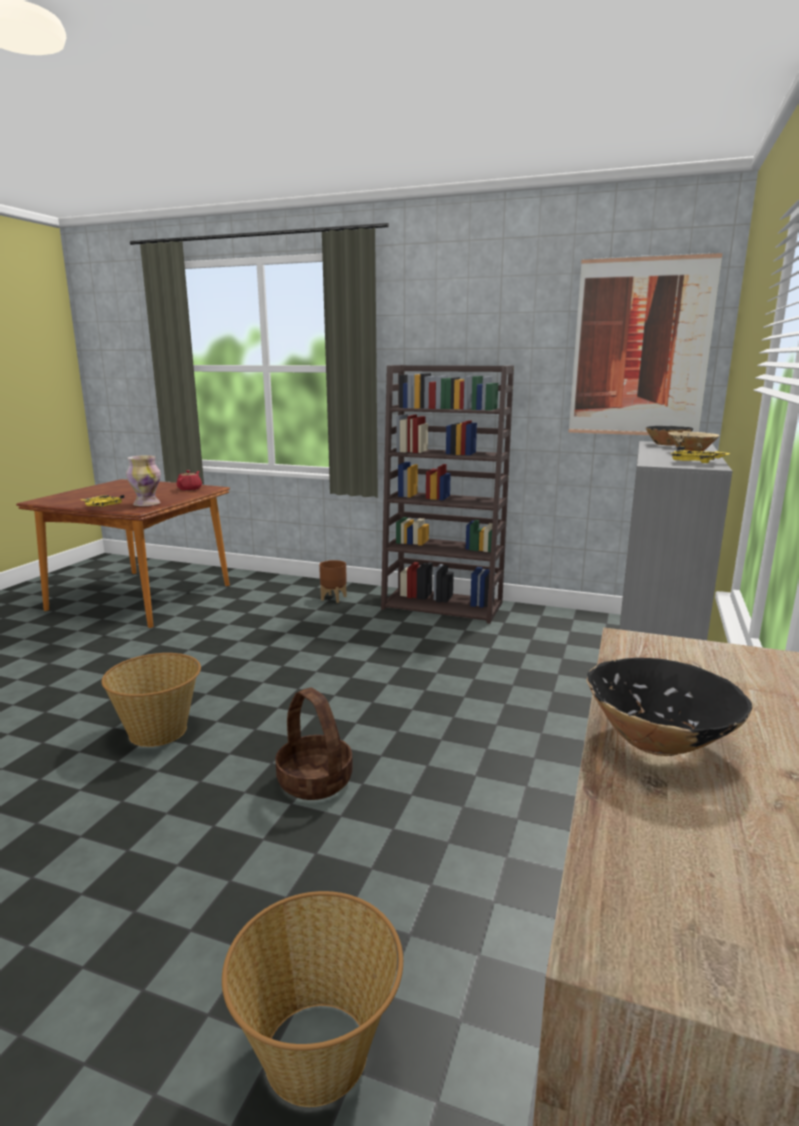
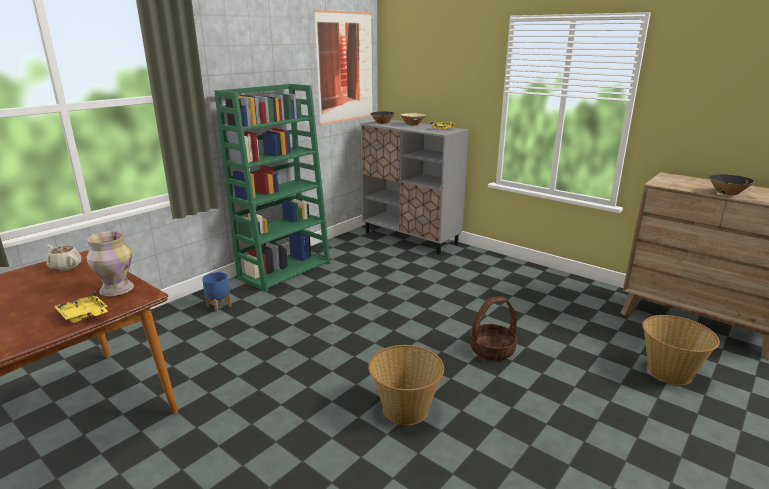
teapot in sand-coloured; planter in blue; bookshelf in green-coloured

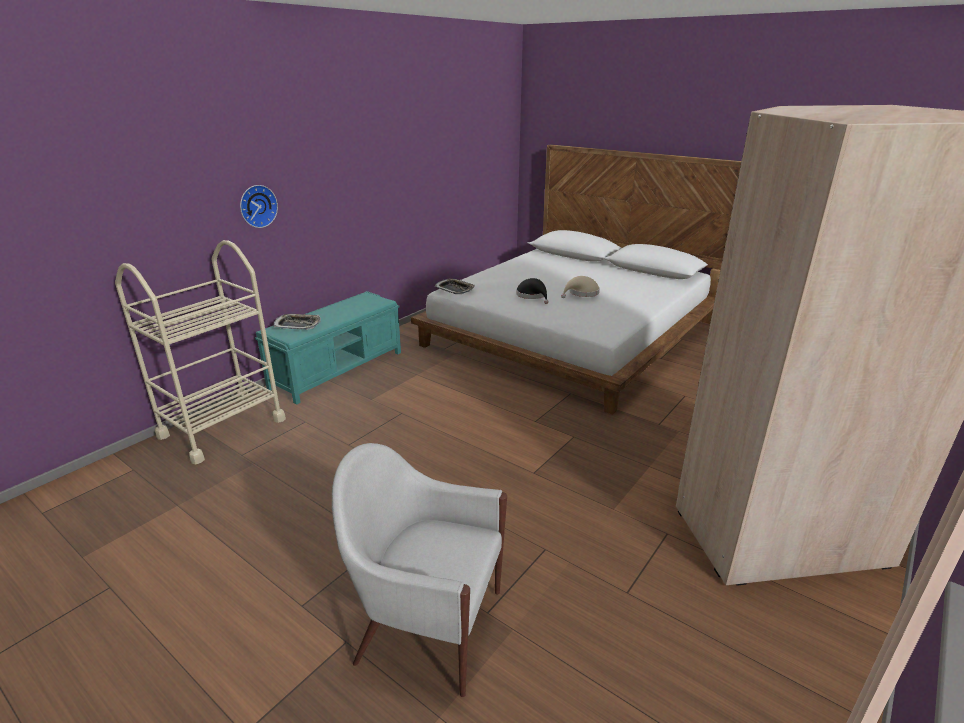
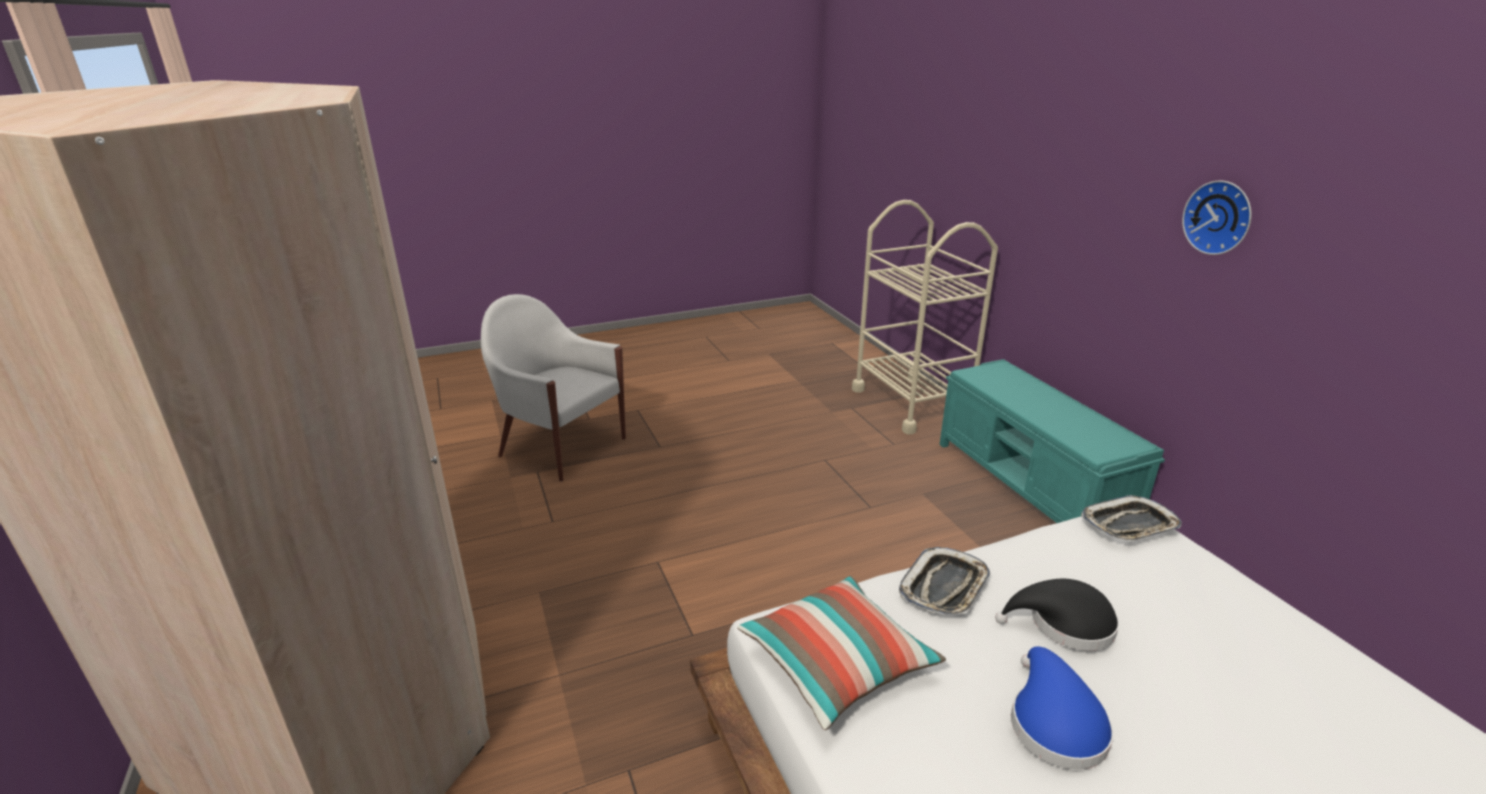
clock on the wall; carrying tray (1st from left); armchair in whitish; hat in blue; cushion

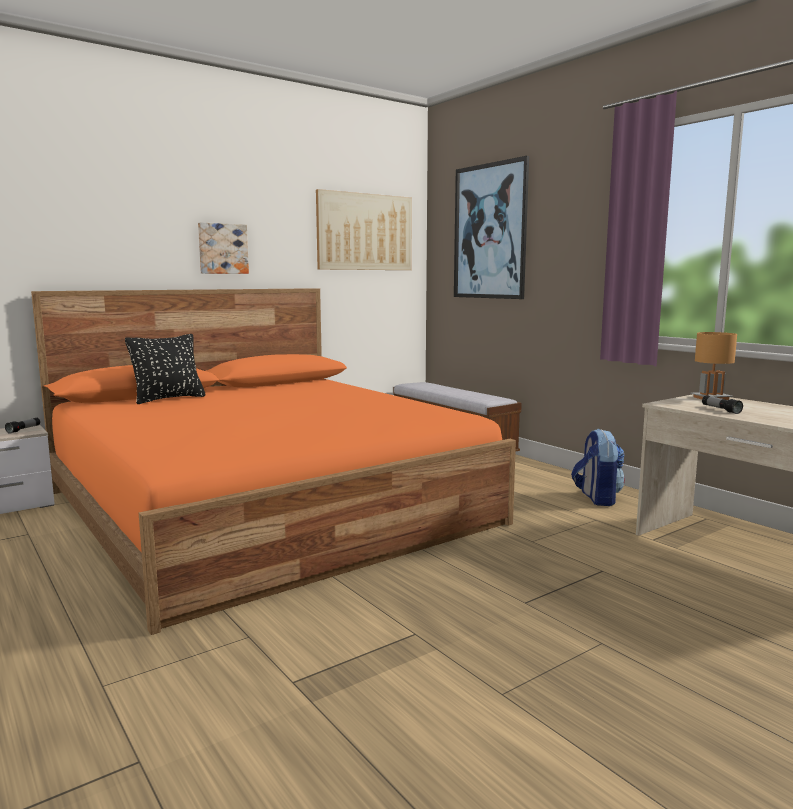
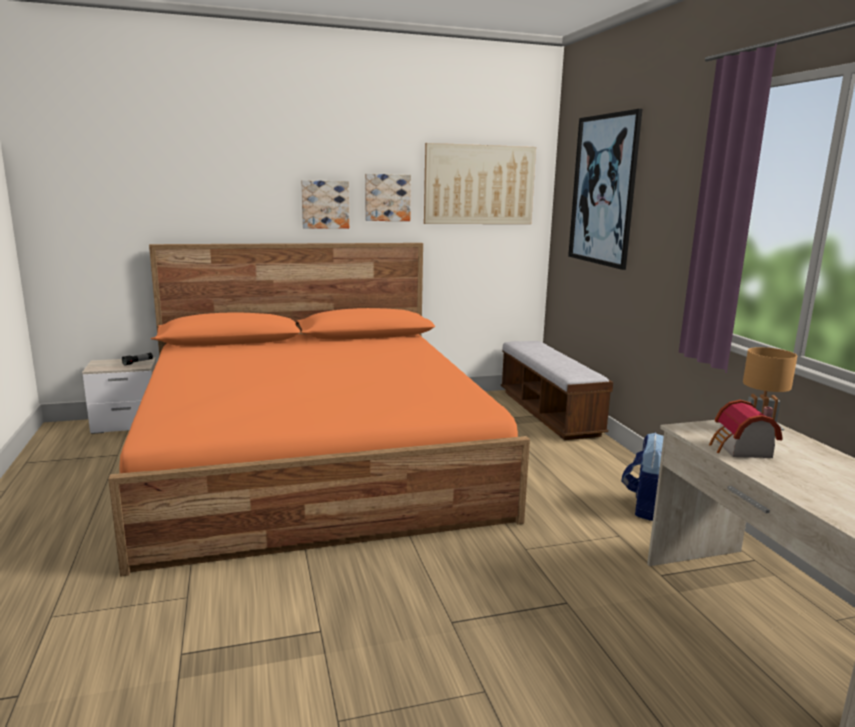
cushion in blackish; toy house; picture (2nd from left)

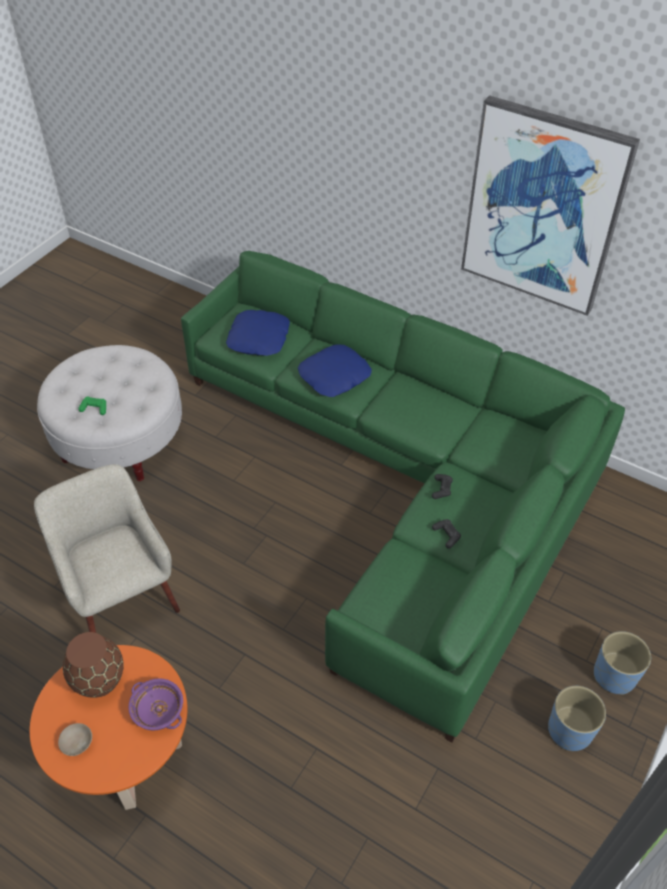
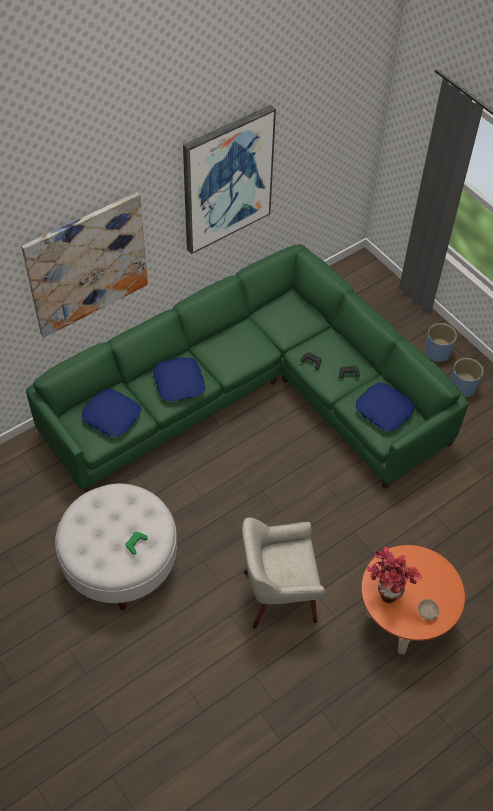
houseplant; deep dish in purplish; picture (1st from left); cushion in blue (3rd from left)

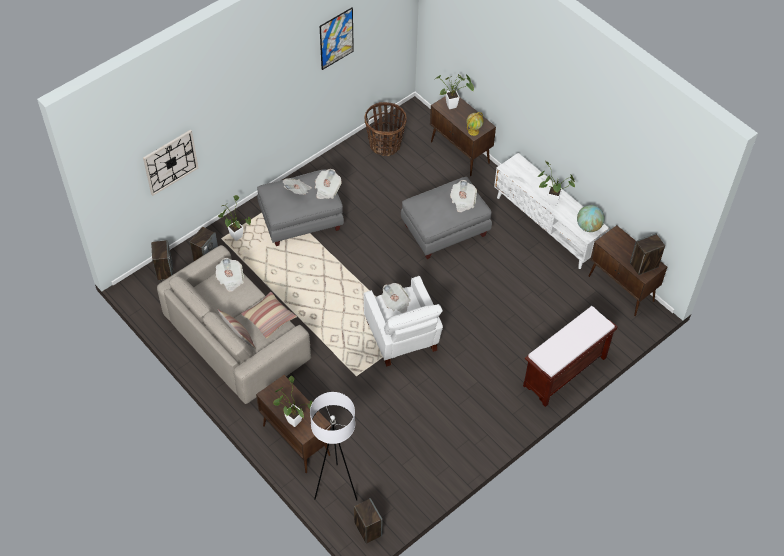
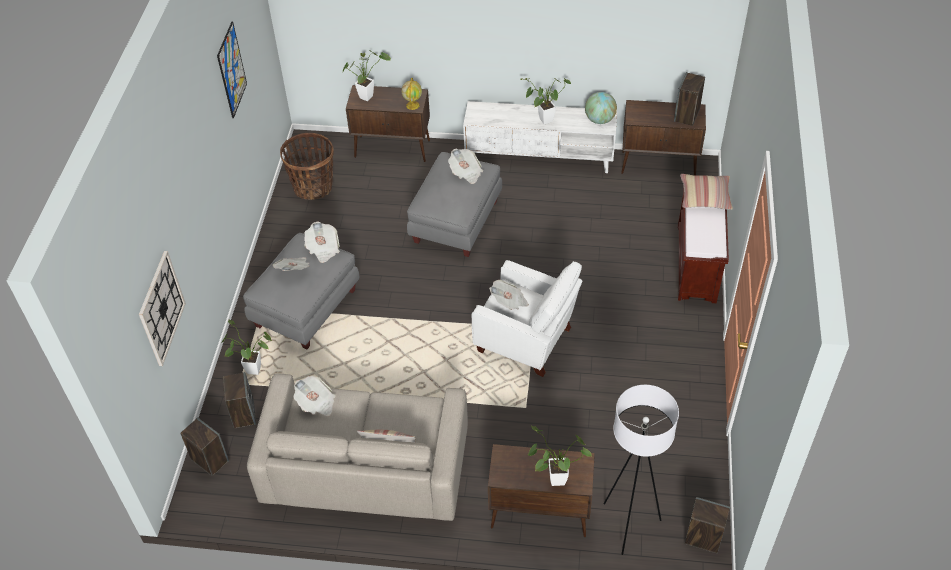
cushion (2nd from left)

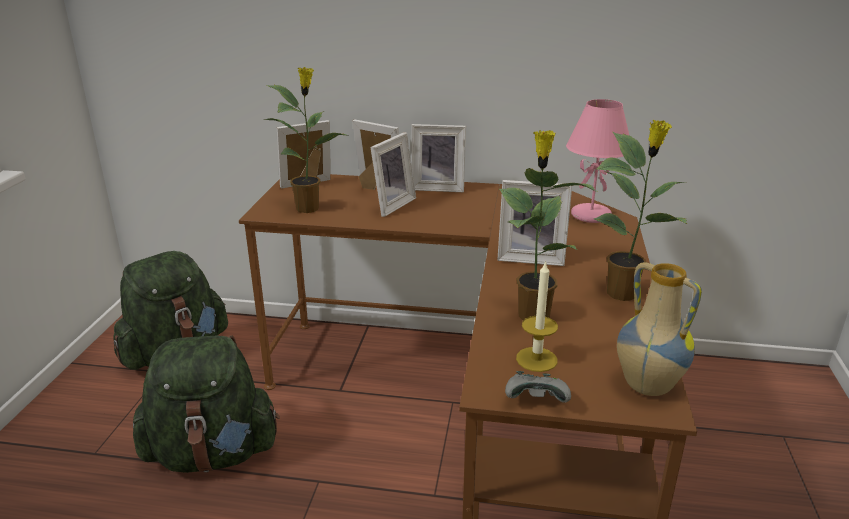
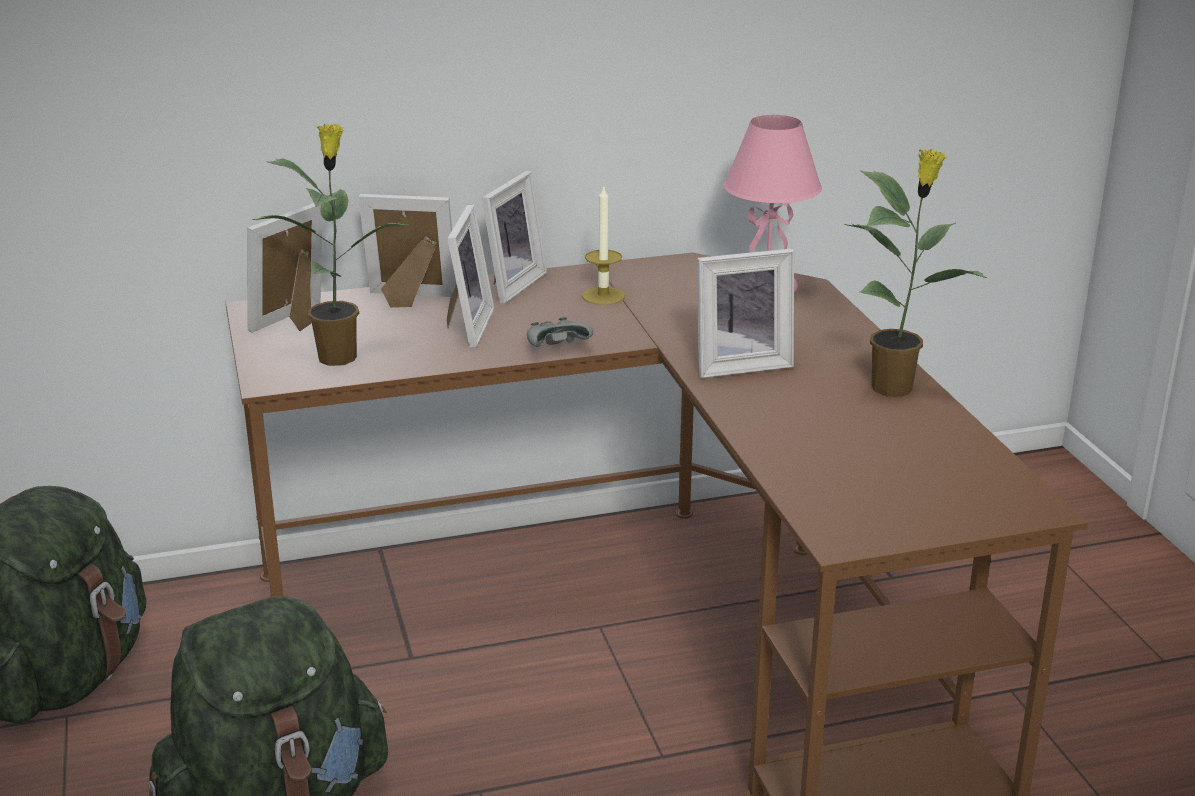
photo frame (4th from left); houseplant (2nd from left in the first image); game controller in gray; wax light; decorative vase

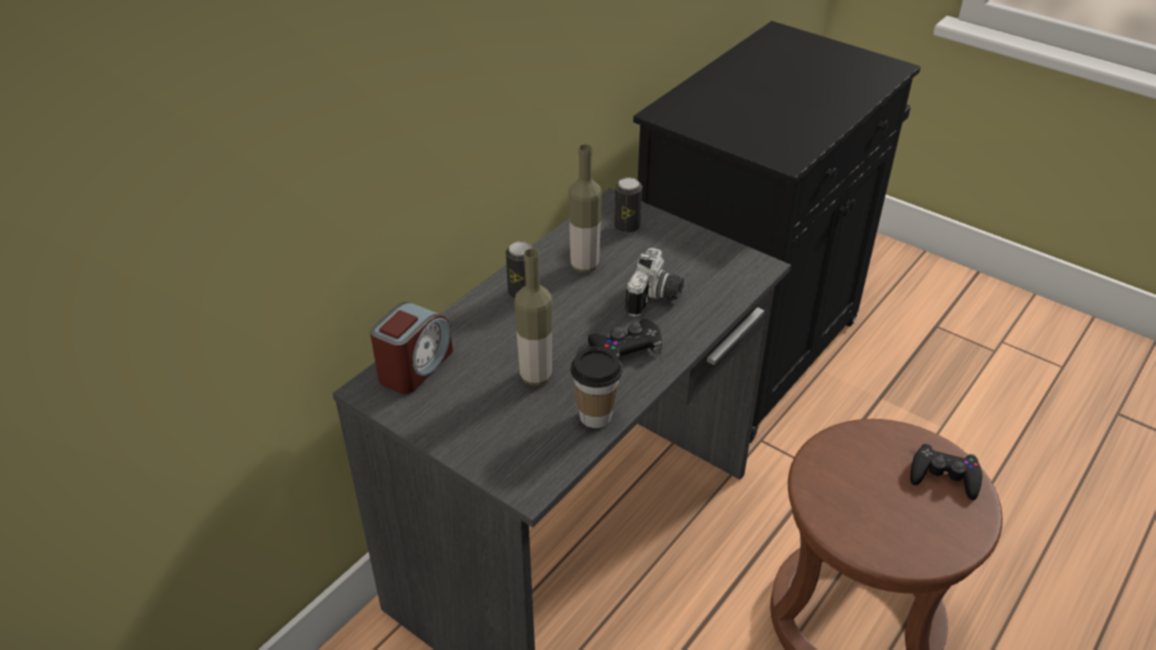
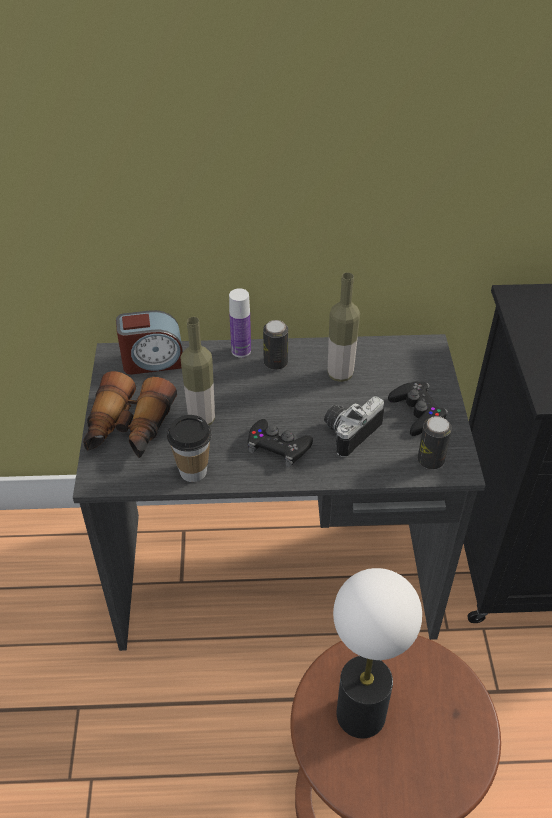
metal can (2nd from left); photo camera; game controller in blackish (2nd from left); binoculars; bottle (2nd from left); table lamp

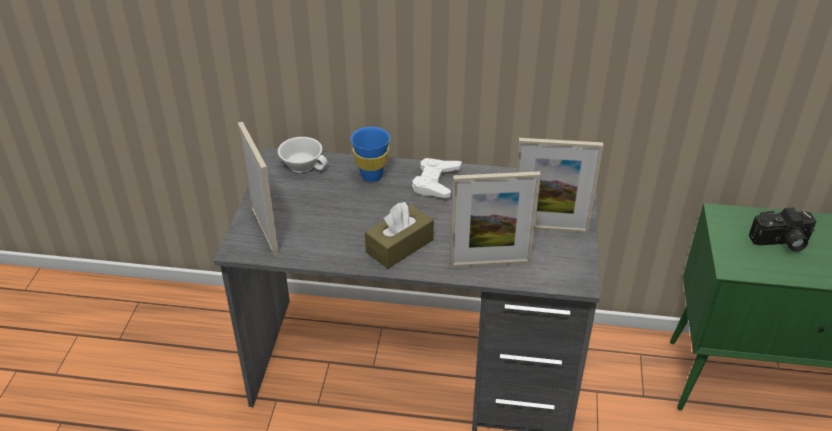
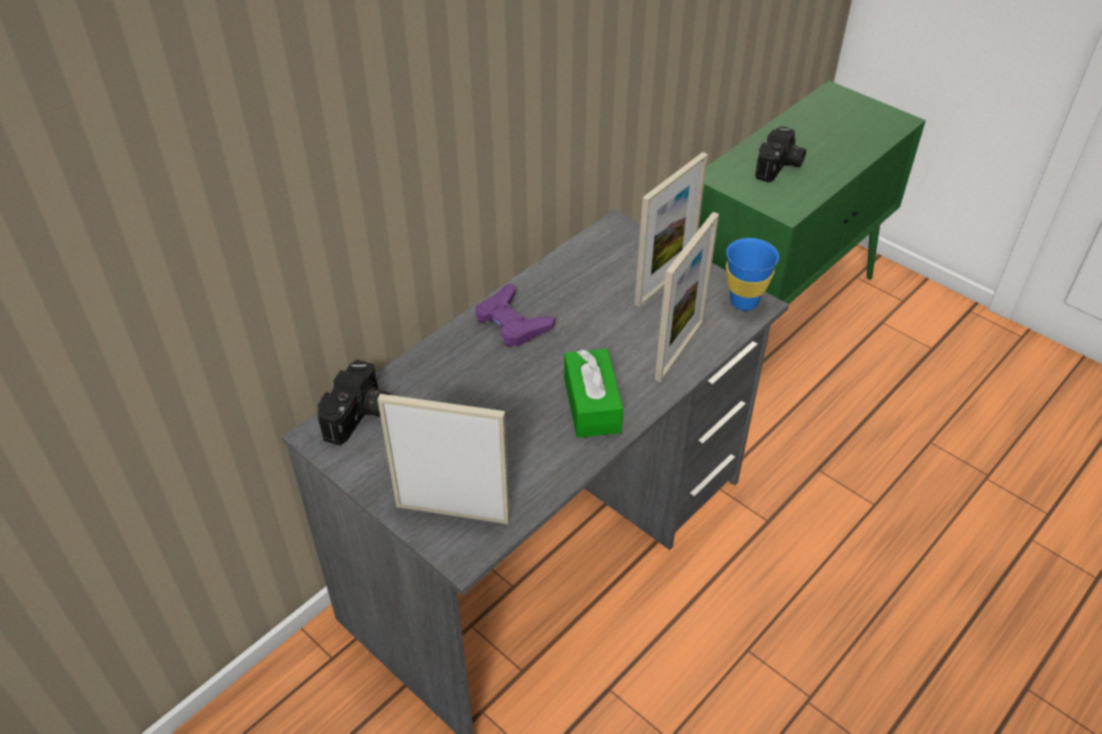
photo camera (1st from left); drinking cup in blue; tissue box in green-coloured; game controller in purplish

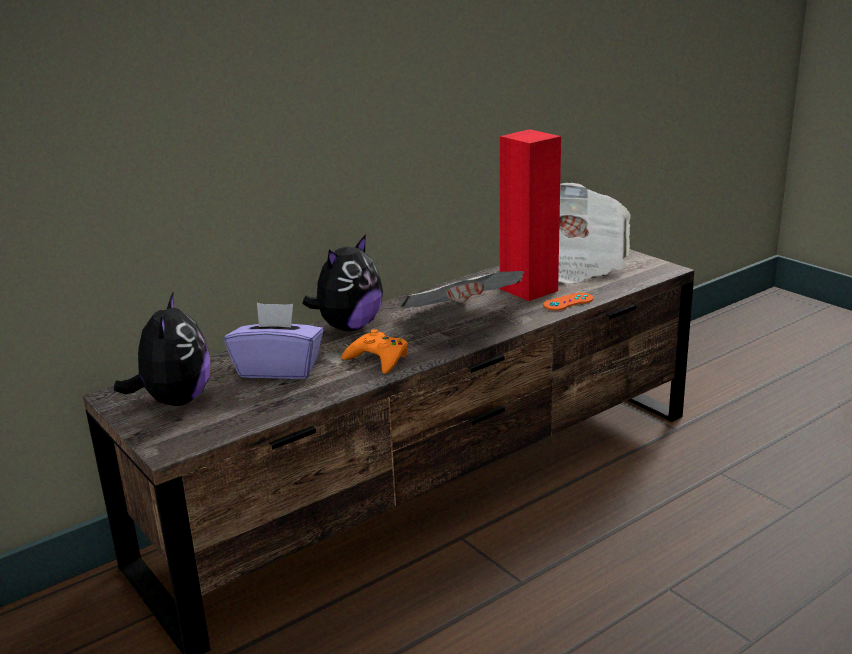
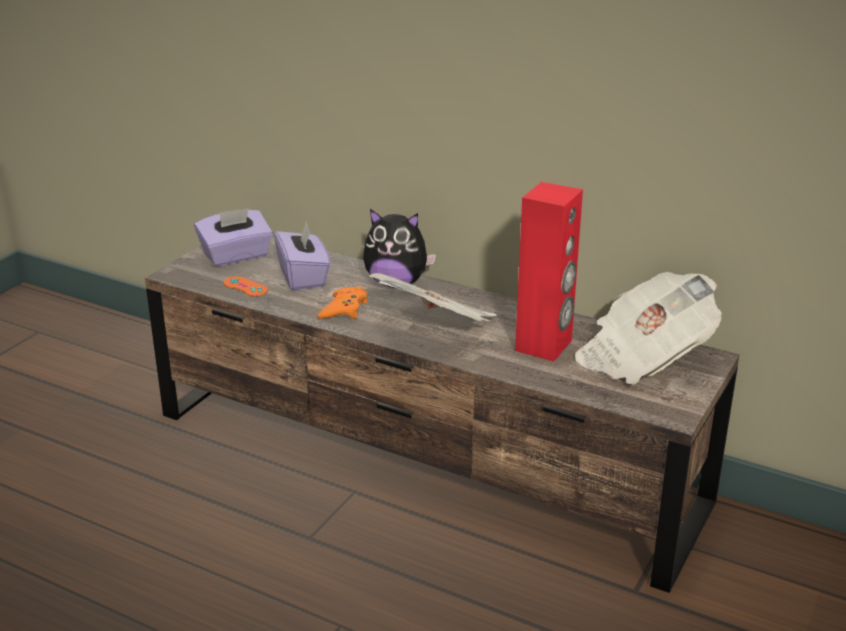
tissue box in purplish (1st from left); game controller in orange-coloured (1st from left)

